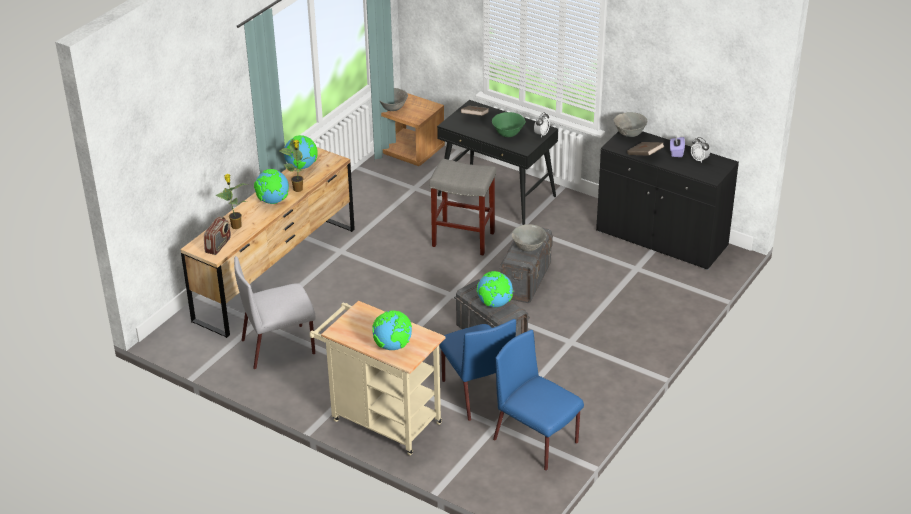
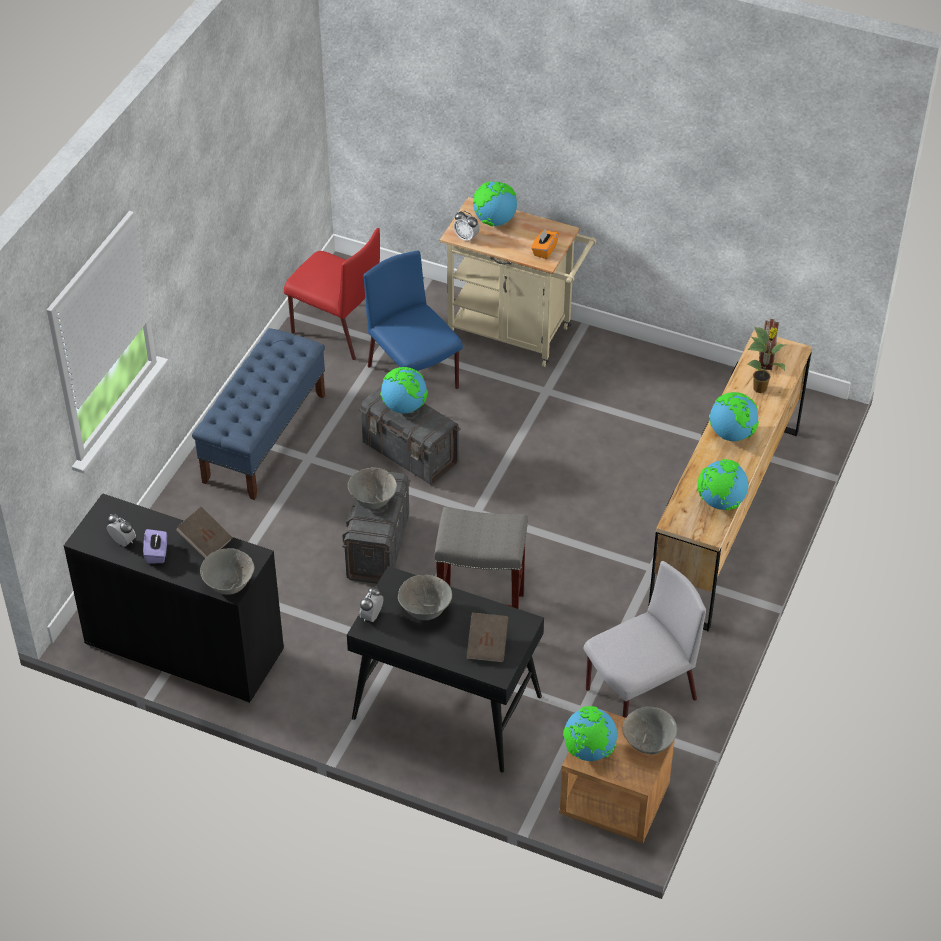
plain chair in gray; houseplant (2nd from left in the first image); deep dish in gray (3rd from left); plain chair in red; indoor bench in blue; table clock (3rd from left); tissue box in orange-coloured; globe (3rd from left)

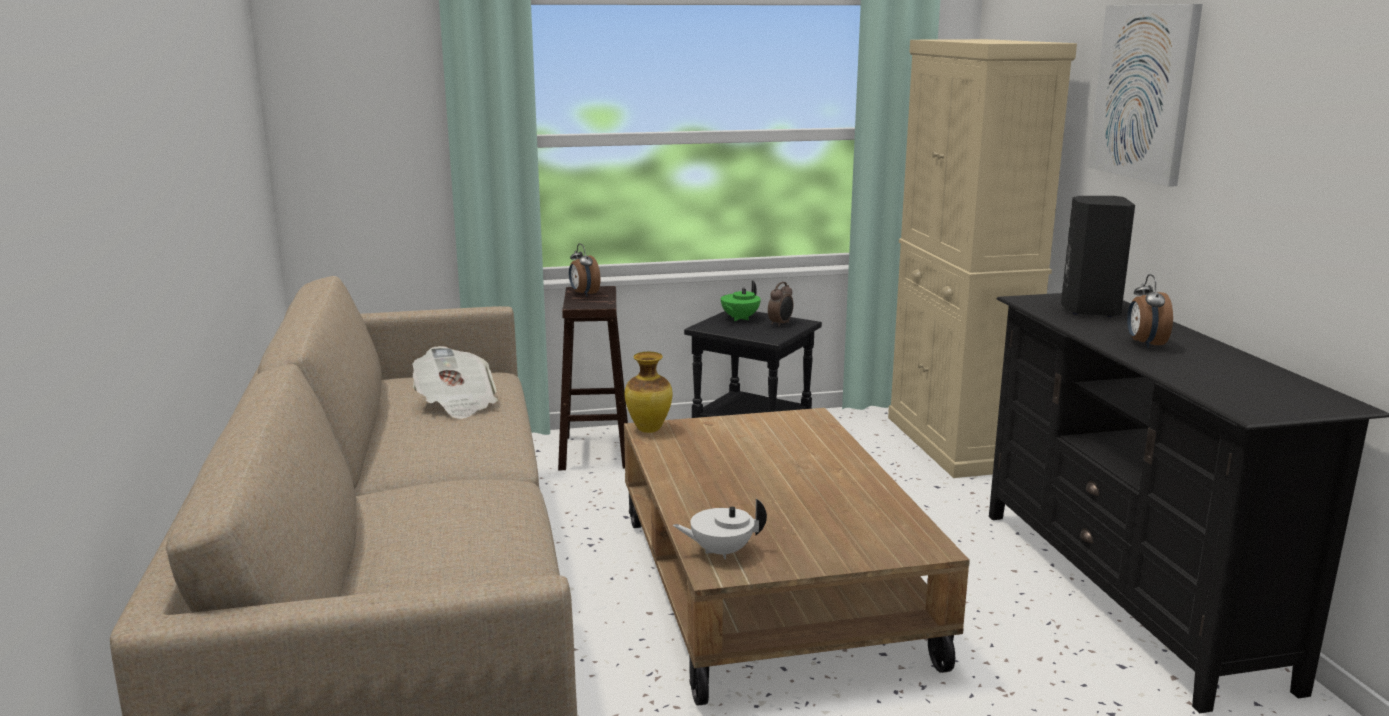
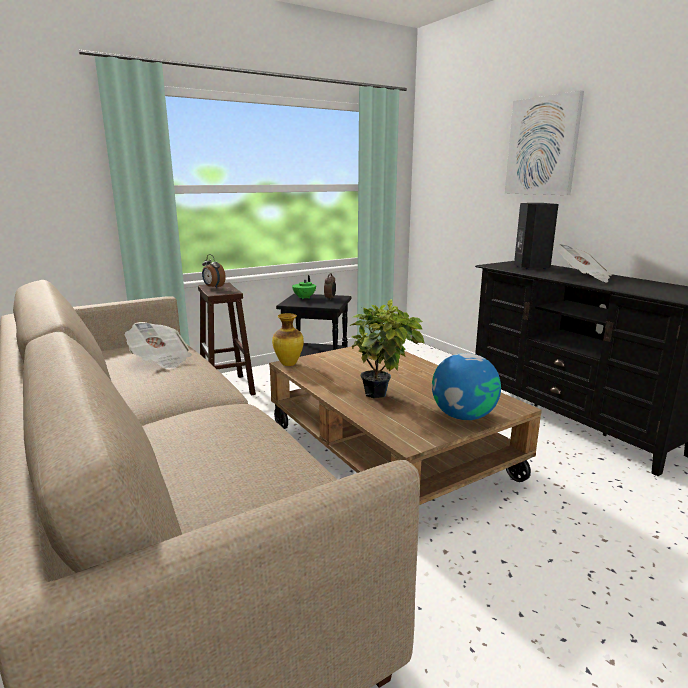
teapot in whitish; cupboard in sand-coloured; printed paper (2nd from left); houseplant; globe

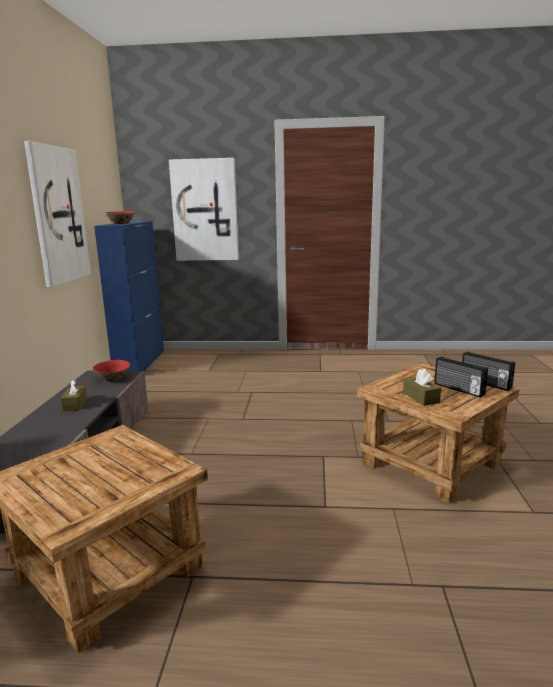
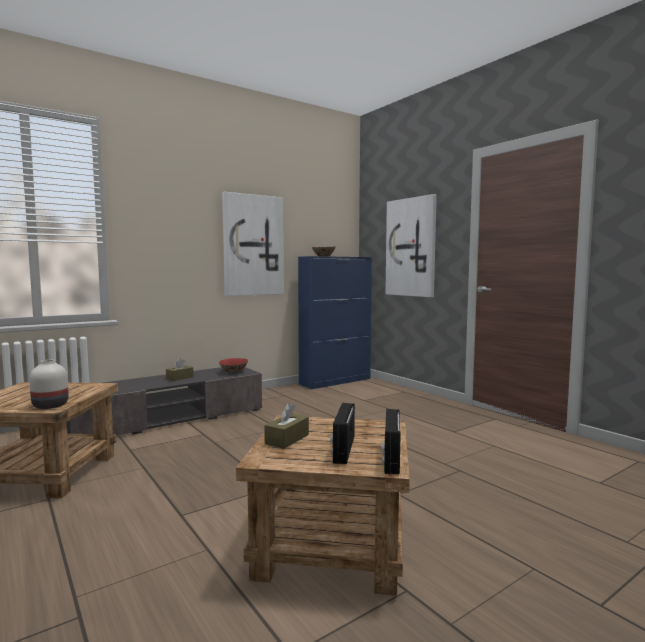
decorative vase in whitish

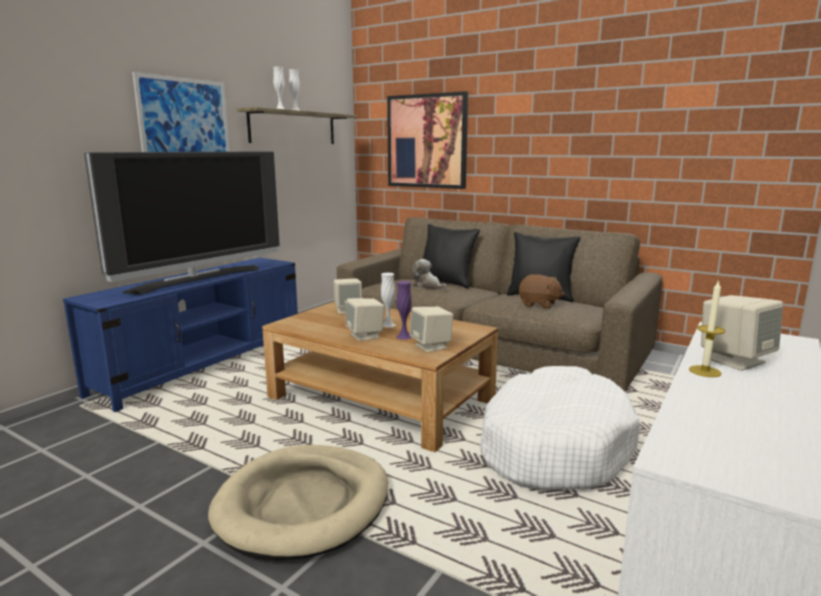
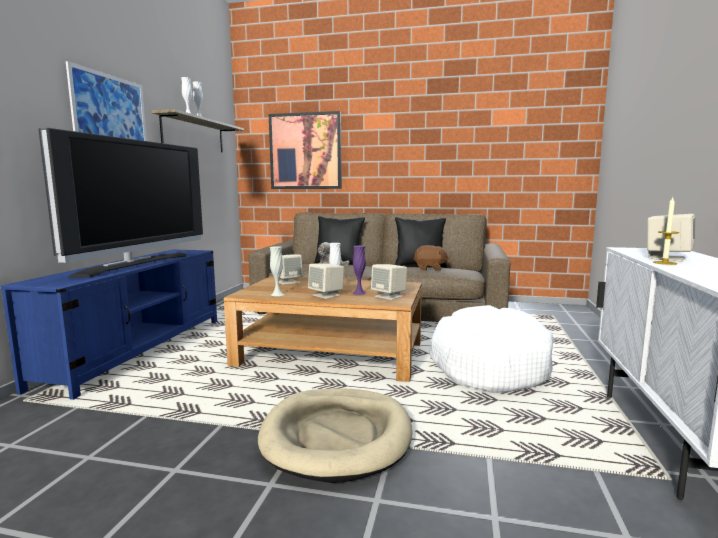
decorative vase in whitish (3rd from left)

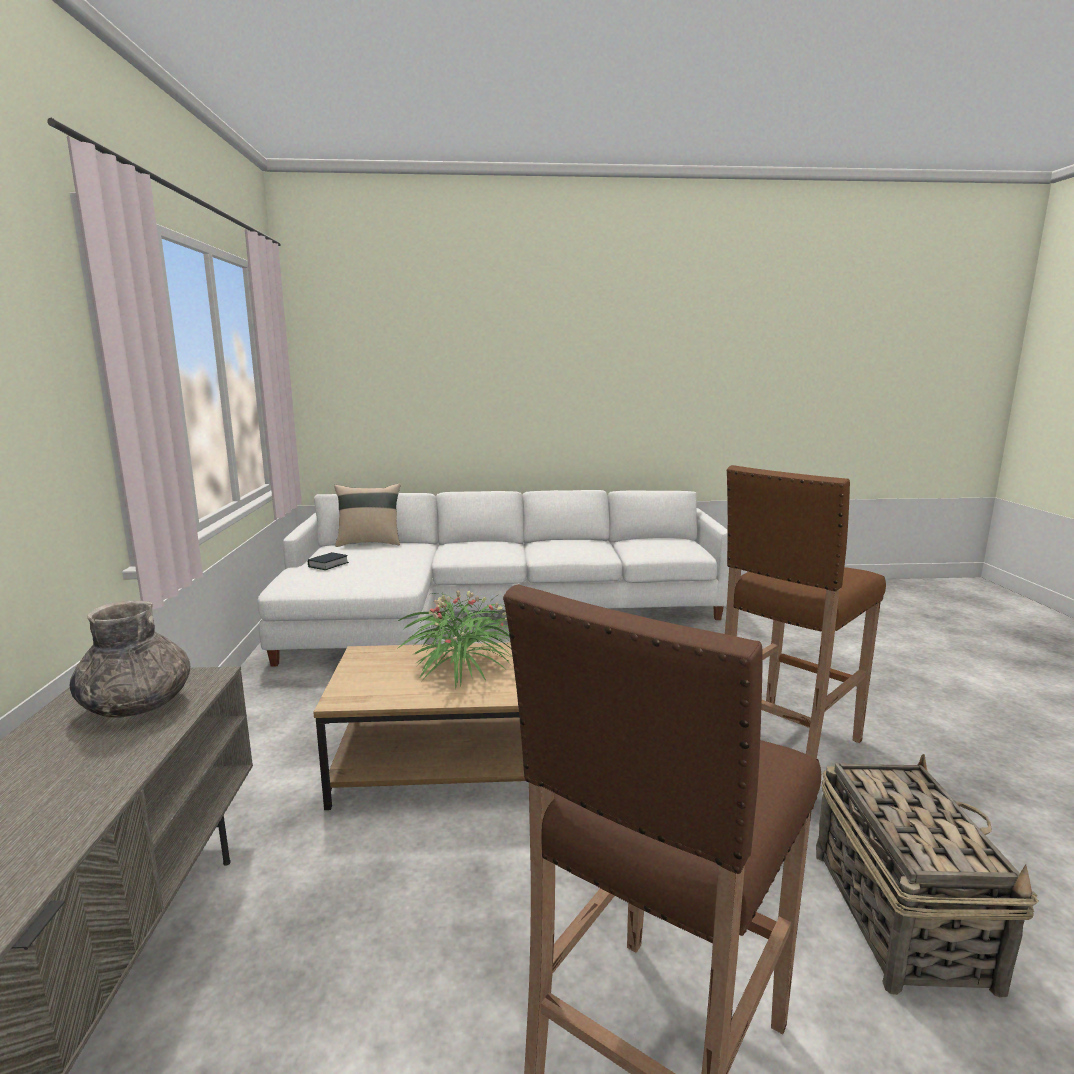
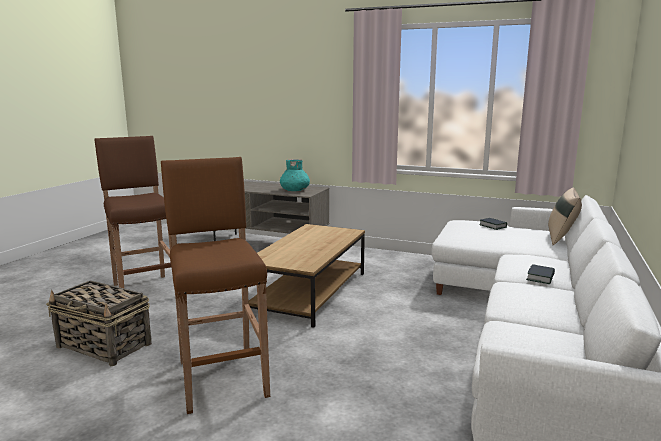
decorative vase in turquoise-coloured; houseplant; bound book (2nd from left)

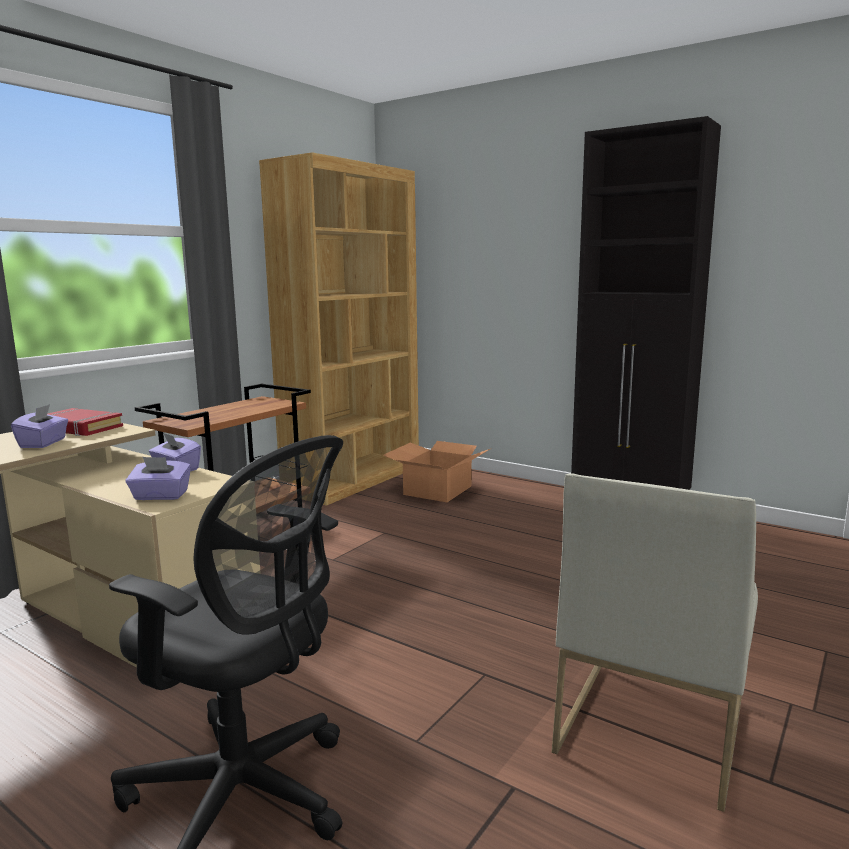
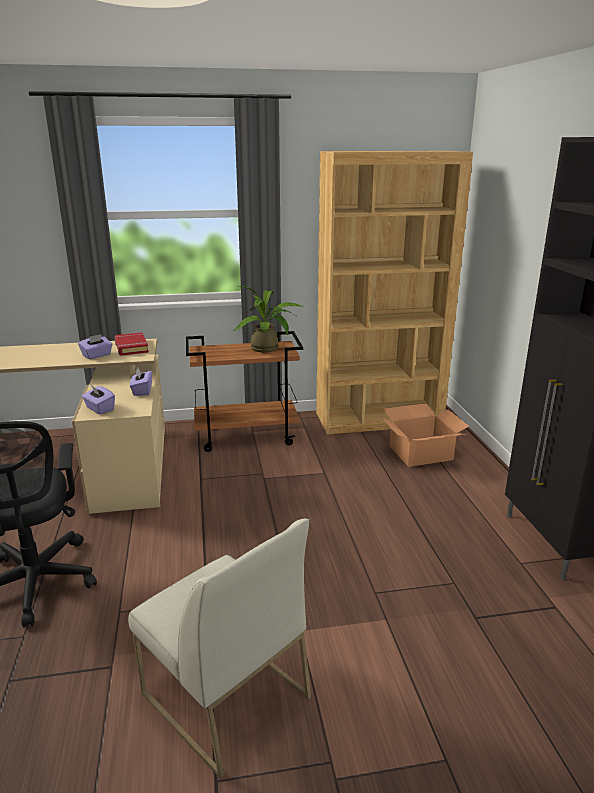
plain chair in whitish; houseplant

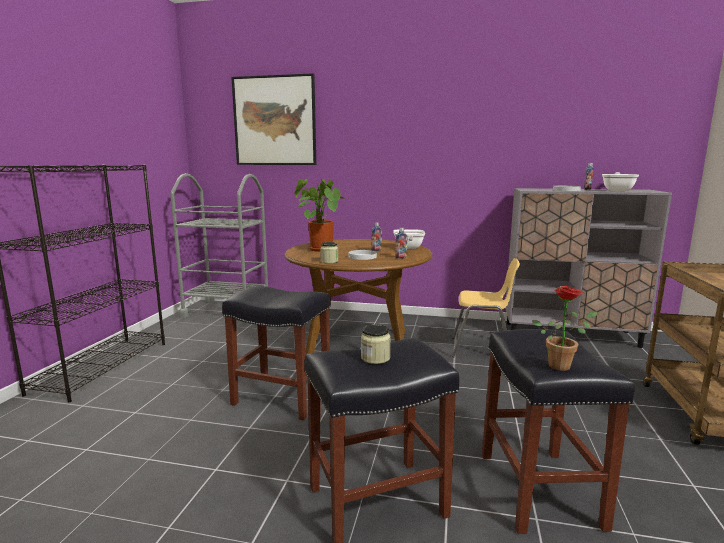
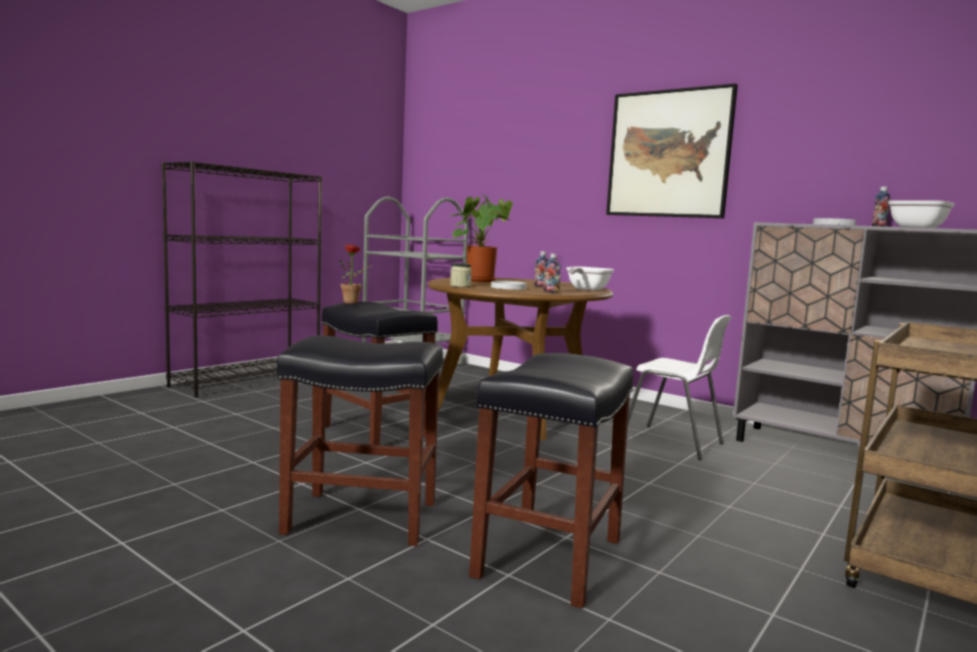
picture; storage jar (2nd from left in the first image); plain chair in whitish; houseplant (1st from left)

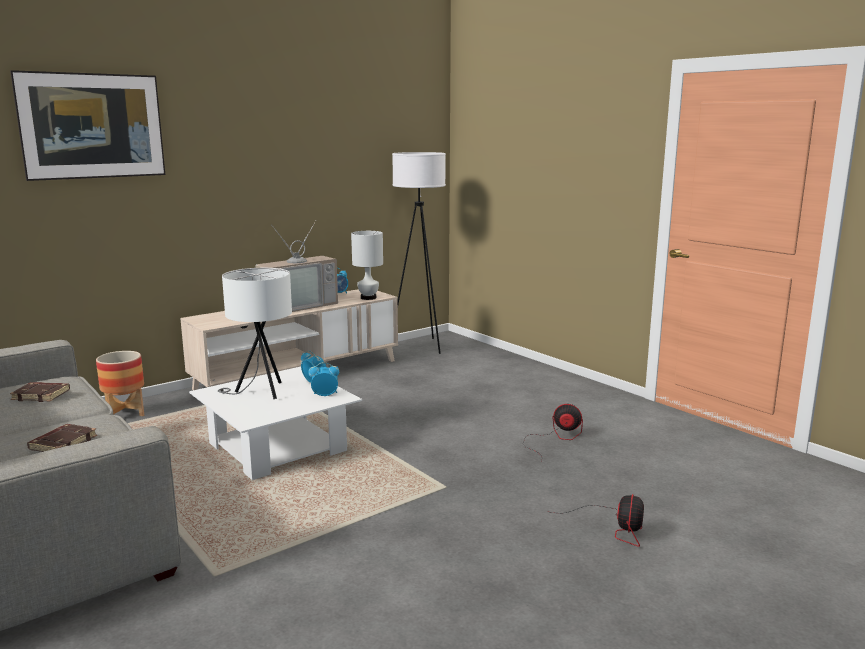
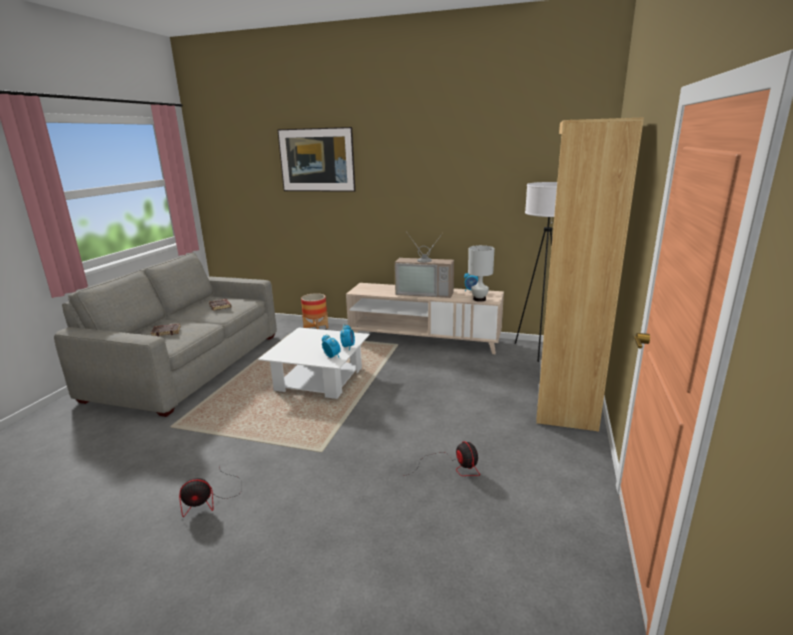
table lamp in whitish (1st from left in the first image); fan (1st from left); bookshelf in brownish

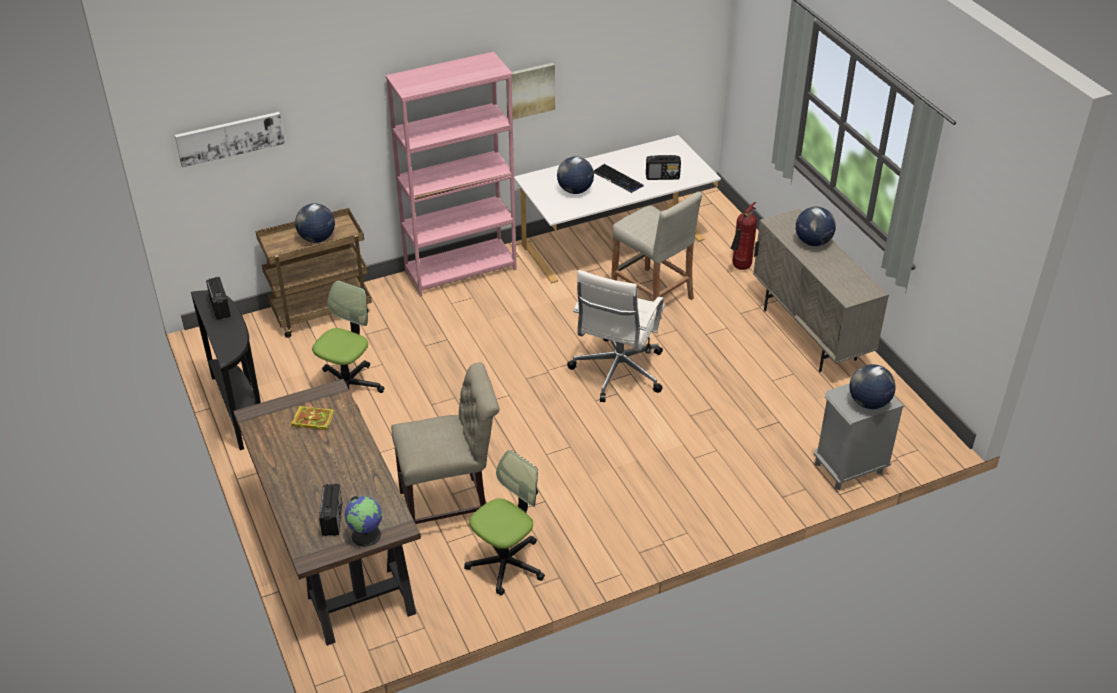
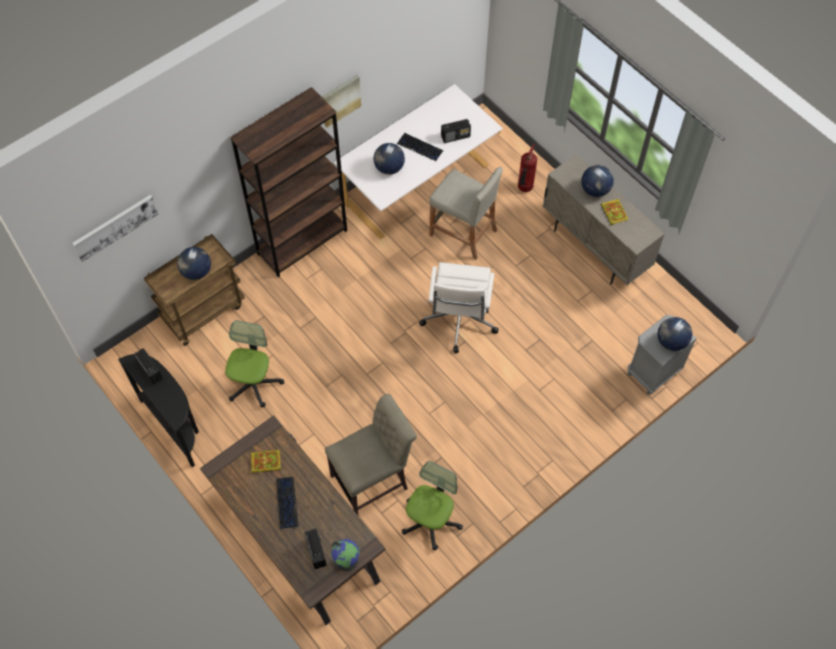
bookshelf in brownish; PC keyboard (1st from left); bound book (2nd from left)

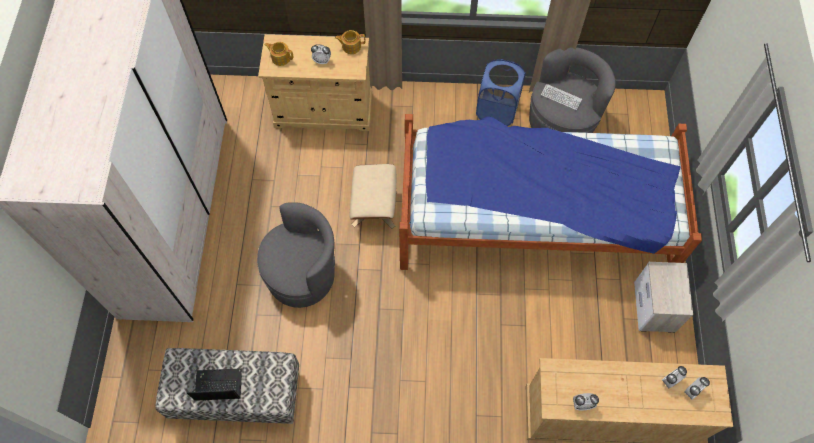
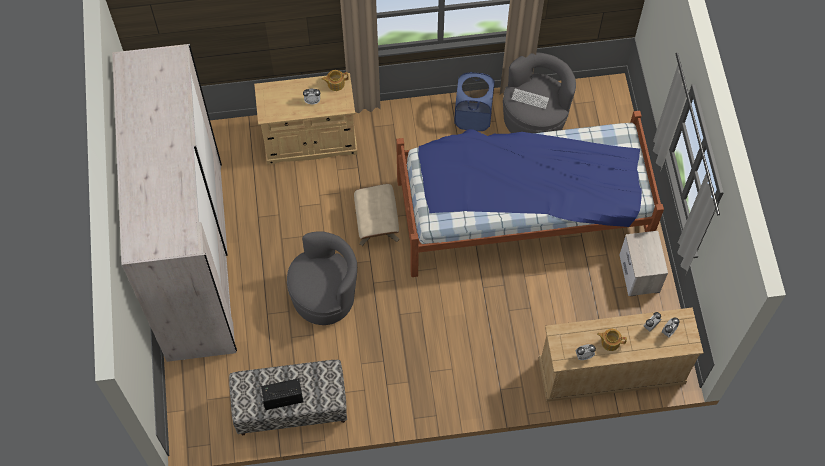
teapot (2nd from left)

